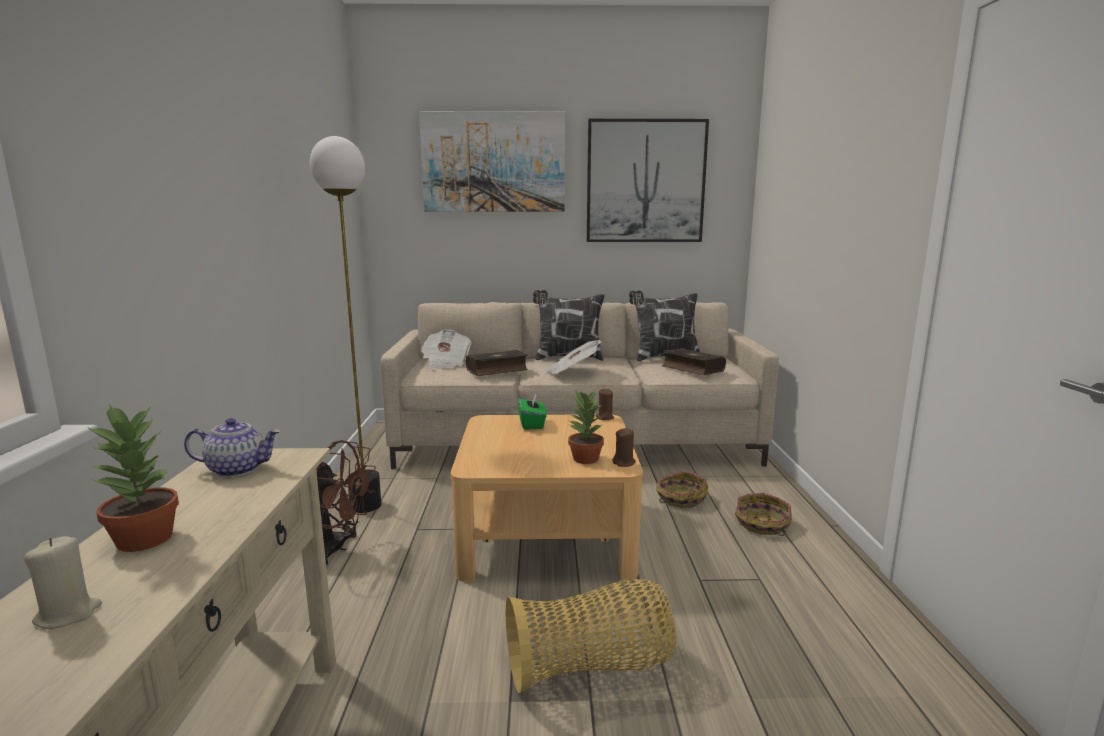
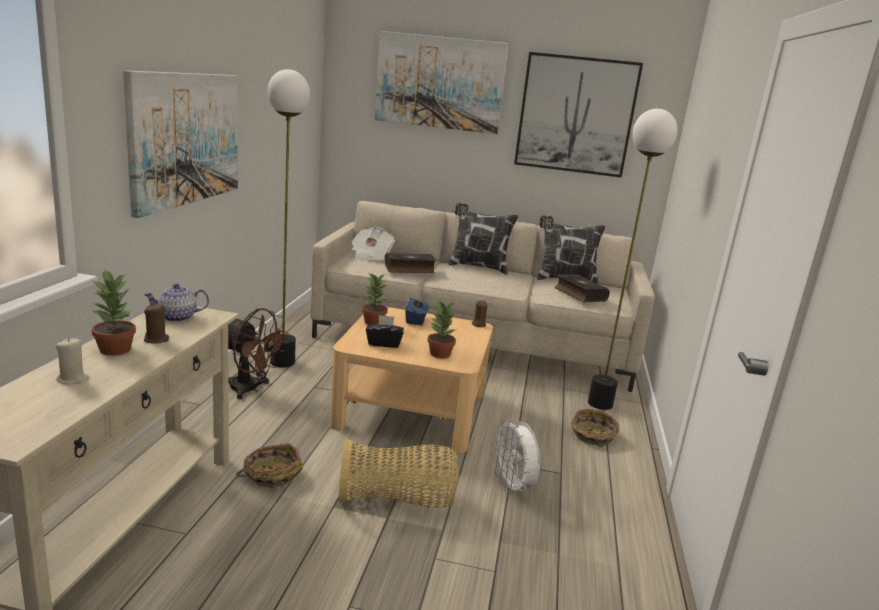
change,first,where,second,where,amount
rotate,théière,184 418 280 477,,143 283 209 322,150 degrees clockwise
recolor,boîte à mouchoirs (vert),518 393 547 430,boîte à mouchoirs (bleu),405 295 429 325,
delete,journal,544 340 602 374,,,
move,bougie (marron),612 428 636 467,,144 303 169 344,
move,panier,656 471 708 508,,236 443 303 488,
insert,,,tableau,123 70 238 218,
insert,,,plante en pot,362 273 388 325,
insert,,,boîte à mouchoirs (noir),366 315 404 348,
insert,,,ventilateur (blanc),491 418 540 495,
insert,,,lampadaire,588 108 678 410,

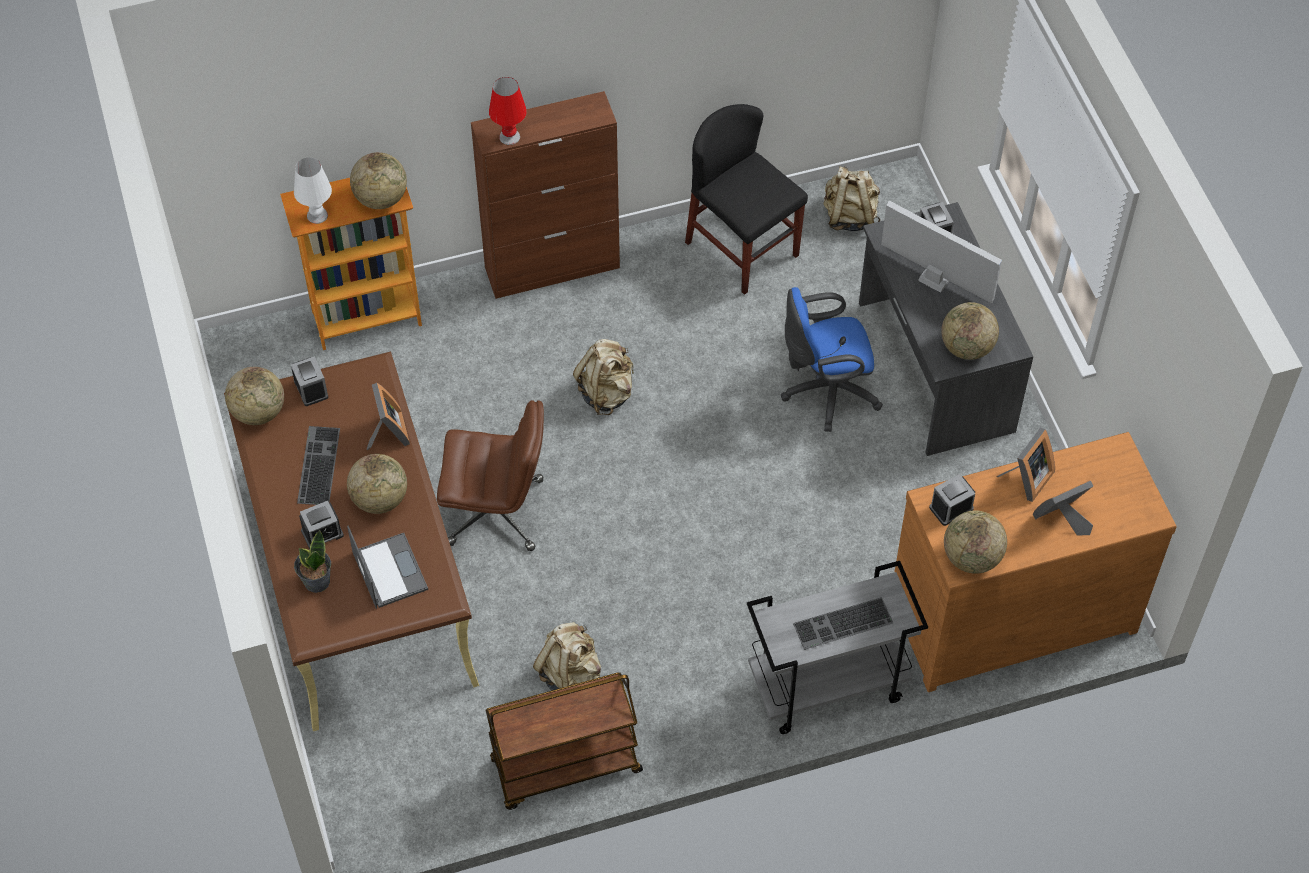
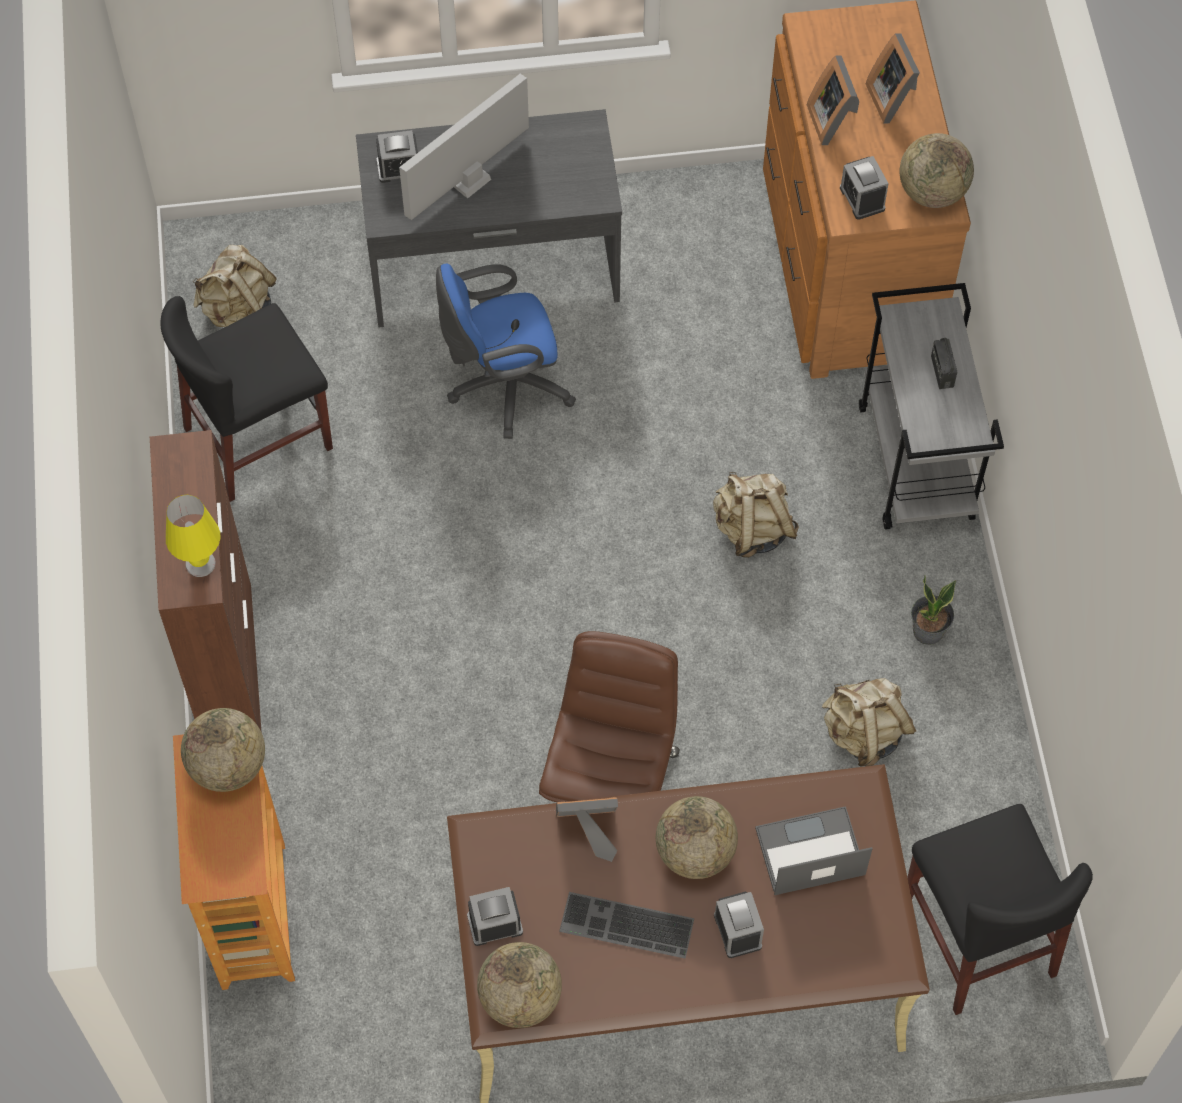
change,first,where,second,where,amount
delete,lampe de table (blanc),294 157 332 224,,,
move,plante en pot,294 530 331 593,,911 575 956 645,
delete,chariot (marron),486 672 643 810,,,
recolor,lampe de table (rouge),489 77 527 145,lampe de table (jaune),166 495 221 577,
move,sac à dos (beige),573 339 634 415,,713 472 799 558,
rotate,chaise de bureau (bleu),781 287 883 432,,436 264 576 439,75 degrees clockwise
replace,clavier,793 597 893 650,radio,931 338 957 389,
delete,globe,941 302 999 360,,,
rotate,cadre photo,996 428 1055 502,,807 55 859 145,150 degrees counterclockwise
insert,,,chaise (noir),907 804 1093 1015,

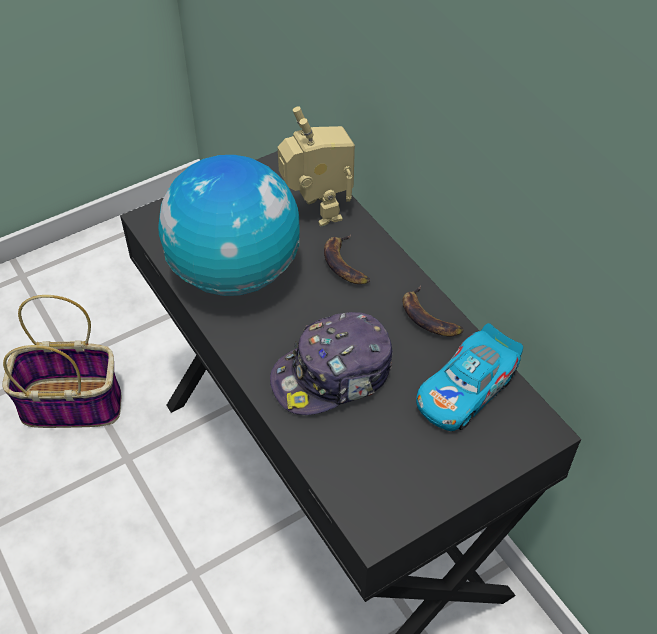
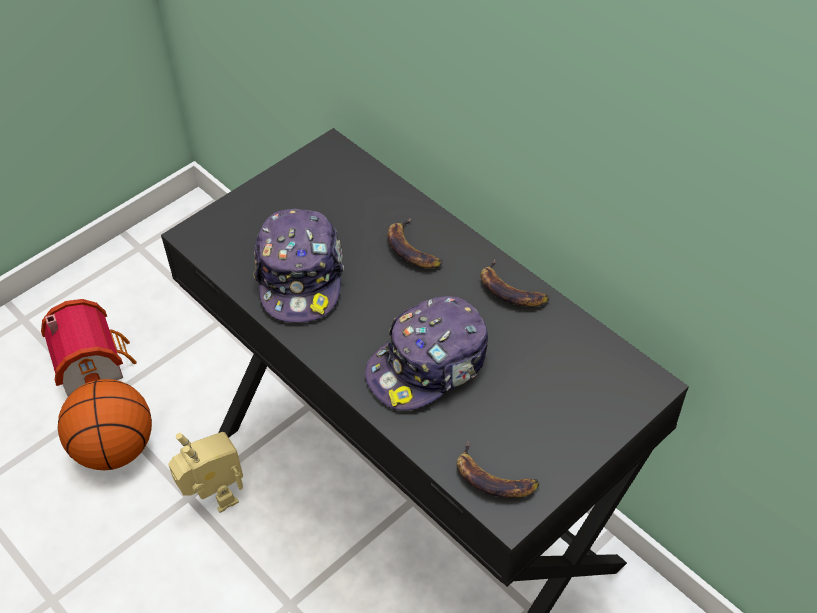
change,first,where,second,where,amount
replace,panier,2 295 121 428,ballon de basket,58 379 152 470,
replace,globe,158 155 300 296,casquette,253 209 344 322,
move,robot jouet,278 107 355 226,,168 432 243 513,
delete,petite voiture,416 323 523 431,,,
insert,,,maison miniature,41 299 137 397,
insert,,,banane,457 440 539 498,

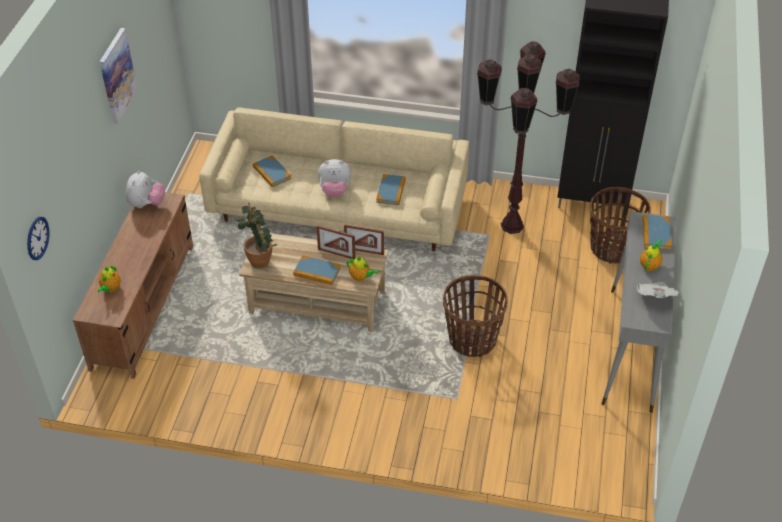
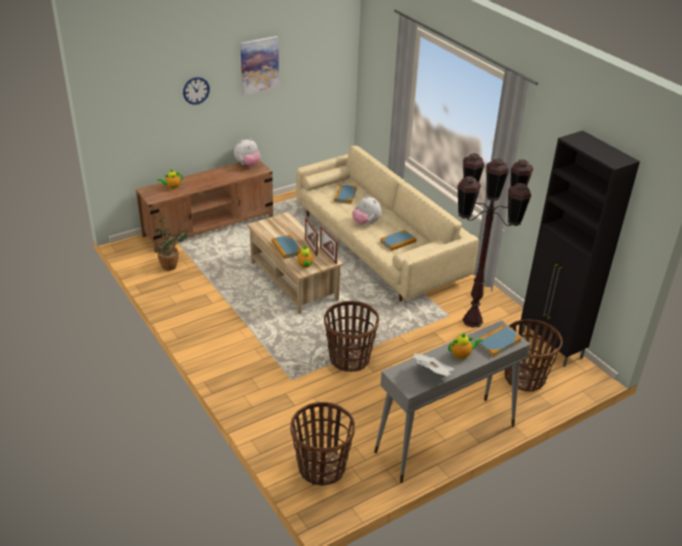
change,first,where,second,where,amount
move,horloge murale,27 217 49 260,,183 77 210 105,
move,plante en pot,237 202 277 269,,155 216 189 271,
insert,,,panier,290 402 355 486,

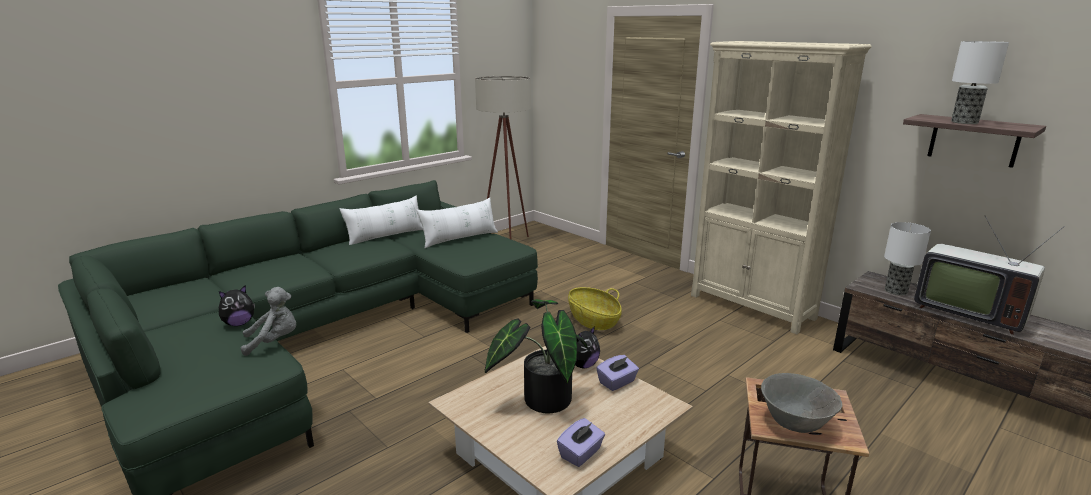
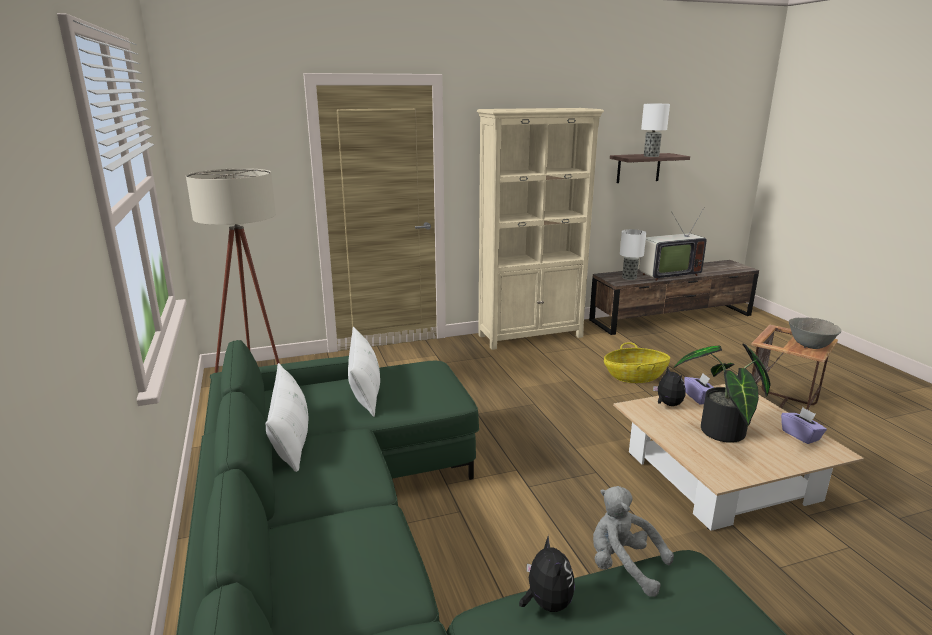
change,first,where,second,where,amount
rotate,peluche (gris),241 287 296 356,,593 486 674 597,60 degrees counterclockwise
move,panier,568 287 622 330,,604 342 670 383,

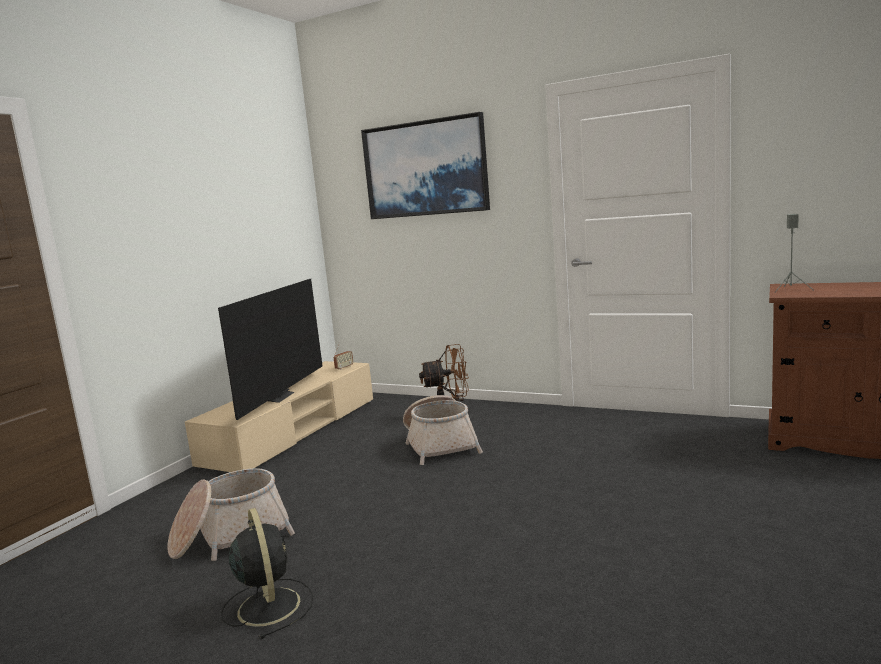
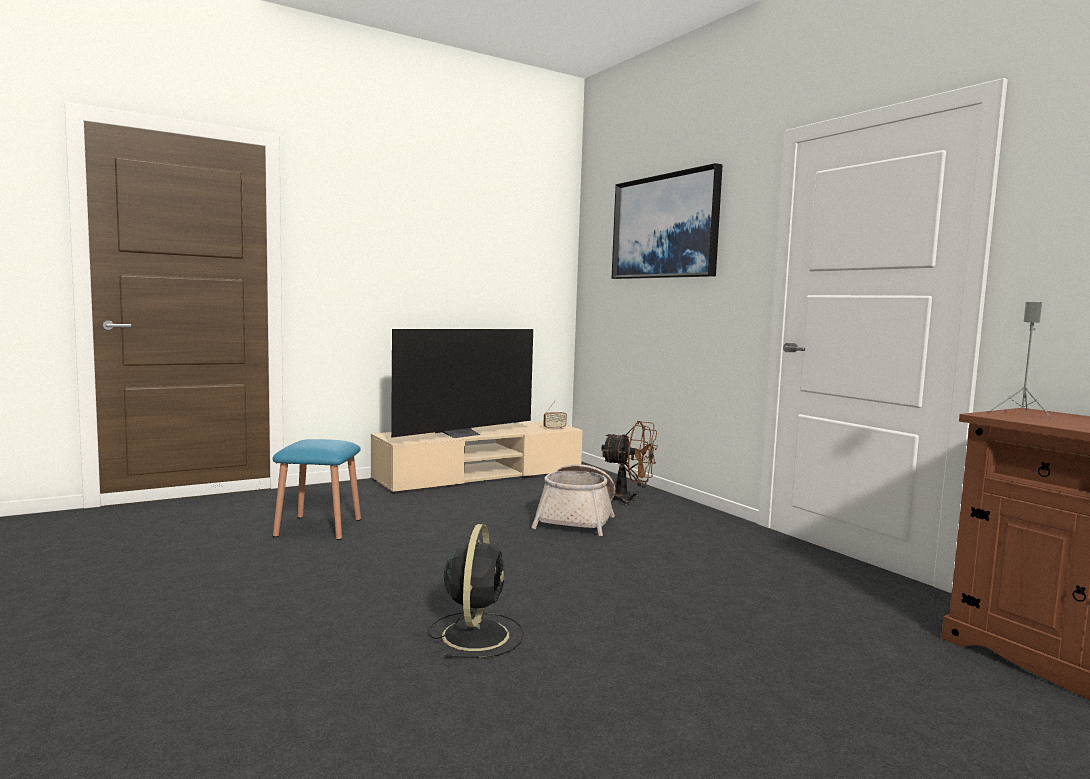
change,first,where,second,where,amount
replace,panier,167 468 295 561,tabouret (bleu),273 439 361 540,
move,ventilateur (noir),221 508 313 639,,429 524 524 659,

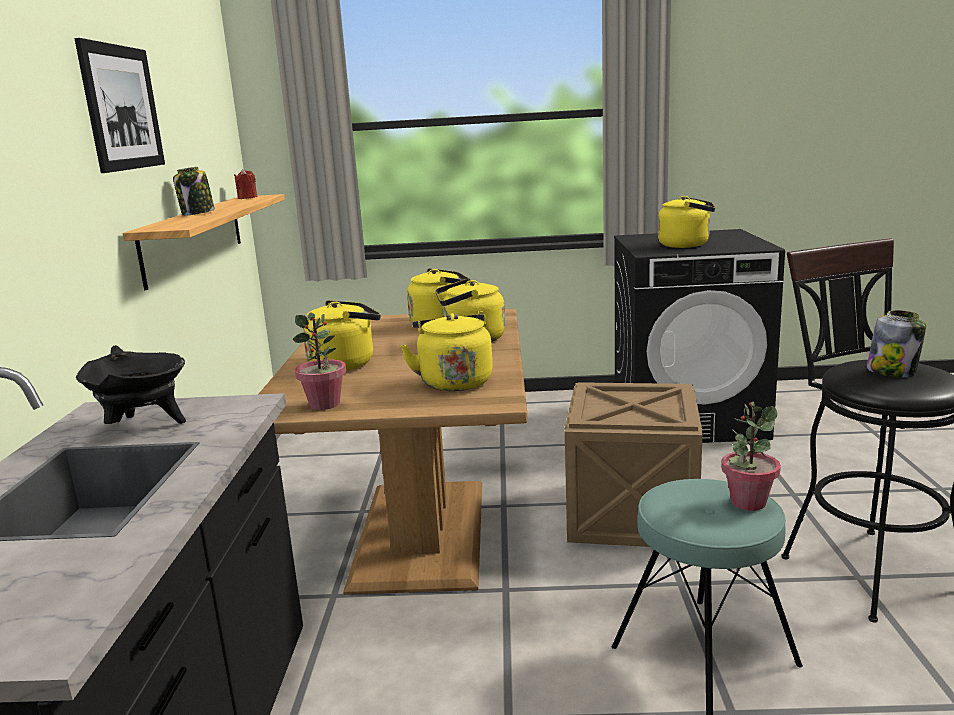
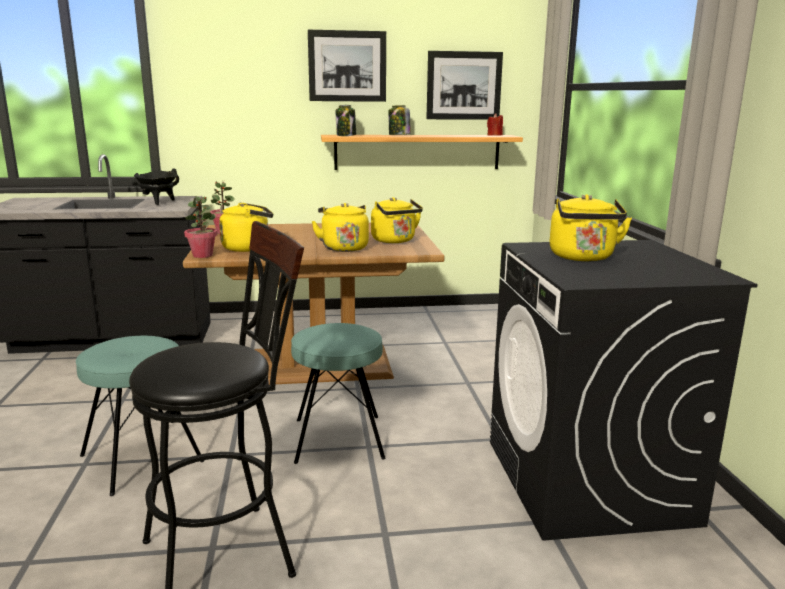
change,first,where,second,where,amount
delete,bouilloire (jaune),303 300 381 371,,,
replace,caisse,565 382 703 547,tabouret (turquoise),291 323 386 464,
move,plante en pot,721 402 781 511,,184 196 217 258,
move,bocal,867 310 926 377,,336 105 356 136,
insert,,,tableau,426 51 503 120,

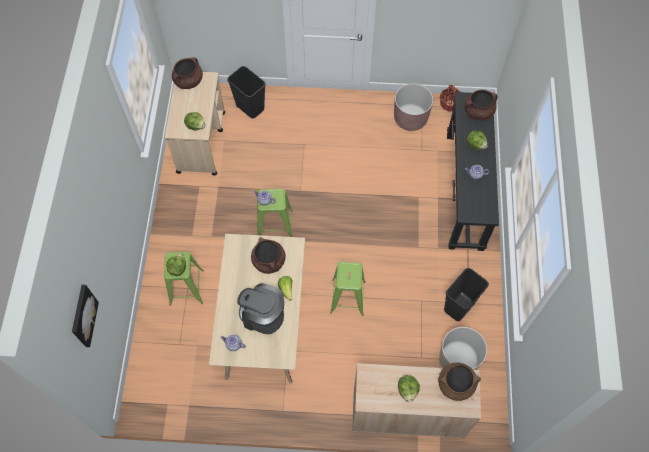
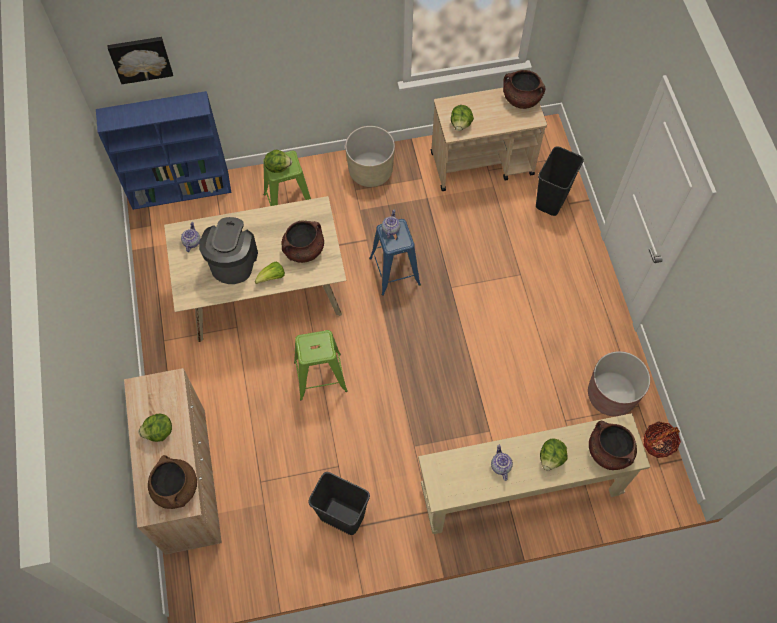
change,first,where,second,where,amount
recolor,tabouret (vert),257 189 292 237,tabouret (bleu),369 219 421 296,
move,cache-pot (beige),439 327 487 370,,345 126 395 187,
recolor,table console (noir),447 92 499 251,table console (beige),418 413 650 534,
insert,,,bibliothèque (bleu),96 91 231 210,

